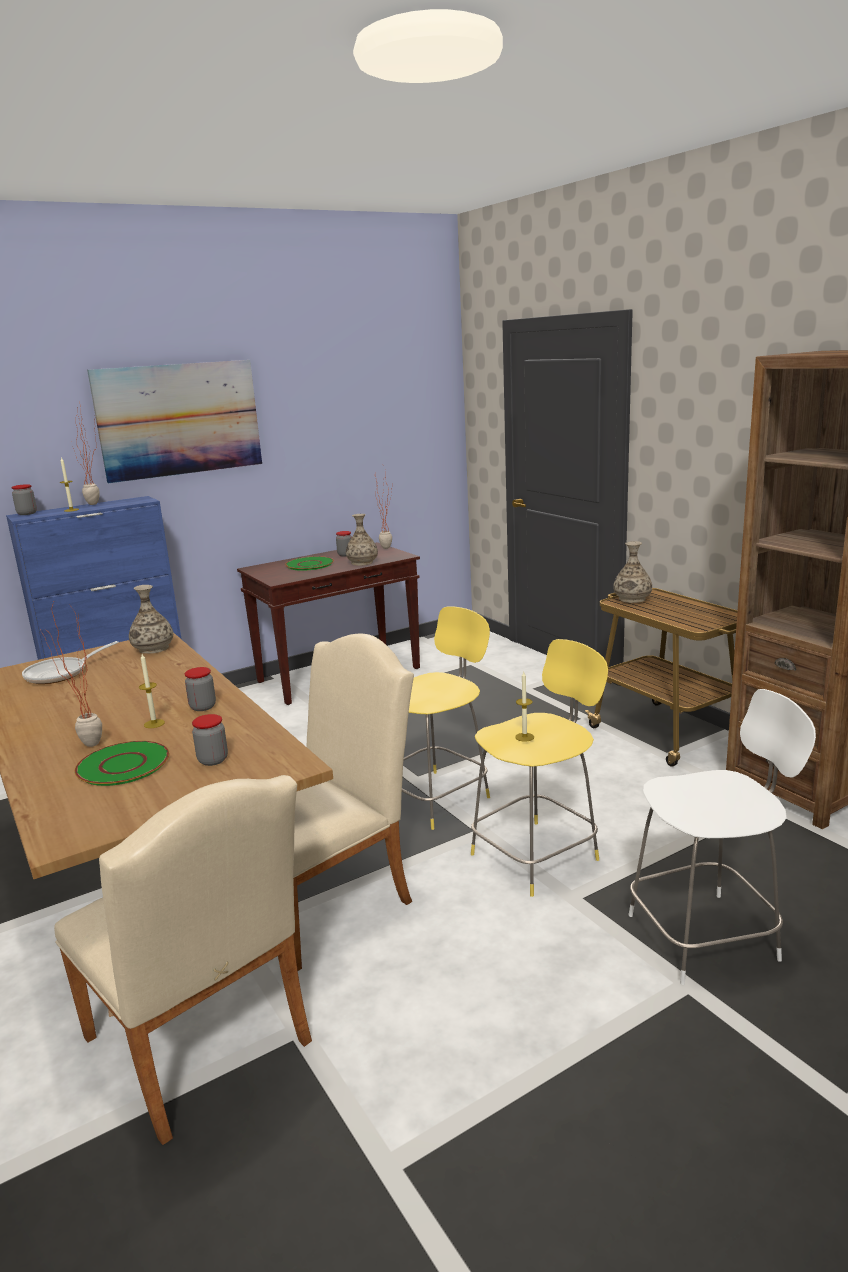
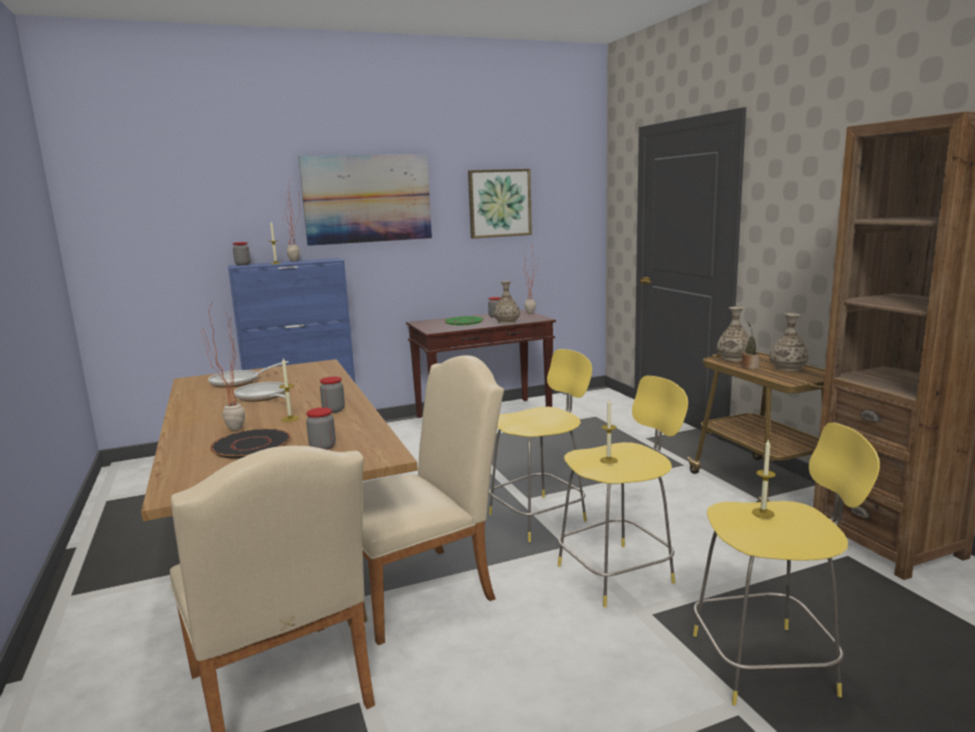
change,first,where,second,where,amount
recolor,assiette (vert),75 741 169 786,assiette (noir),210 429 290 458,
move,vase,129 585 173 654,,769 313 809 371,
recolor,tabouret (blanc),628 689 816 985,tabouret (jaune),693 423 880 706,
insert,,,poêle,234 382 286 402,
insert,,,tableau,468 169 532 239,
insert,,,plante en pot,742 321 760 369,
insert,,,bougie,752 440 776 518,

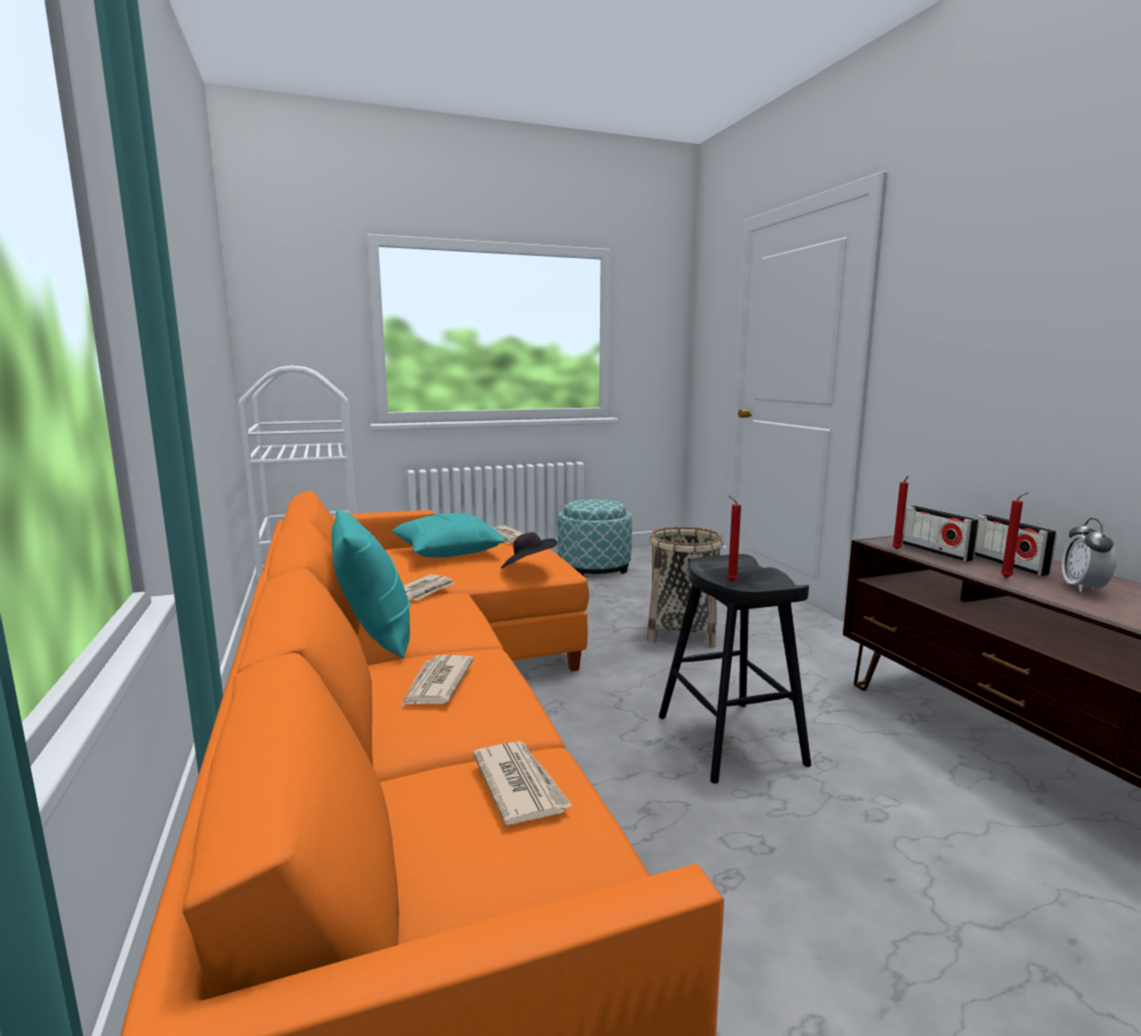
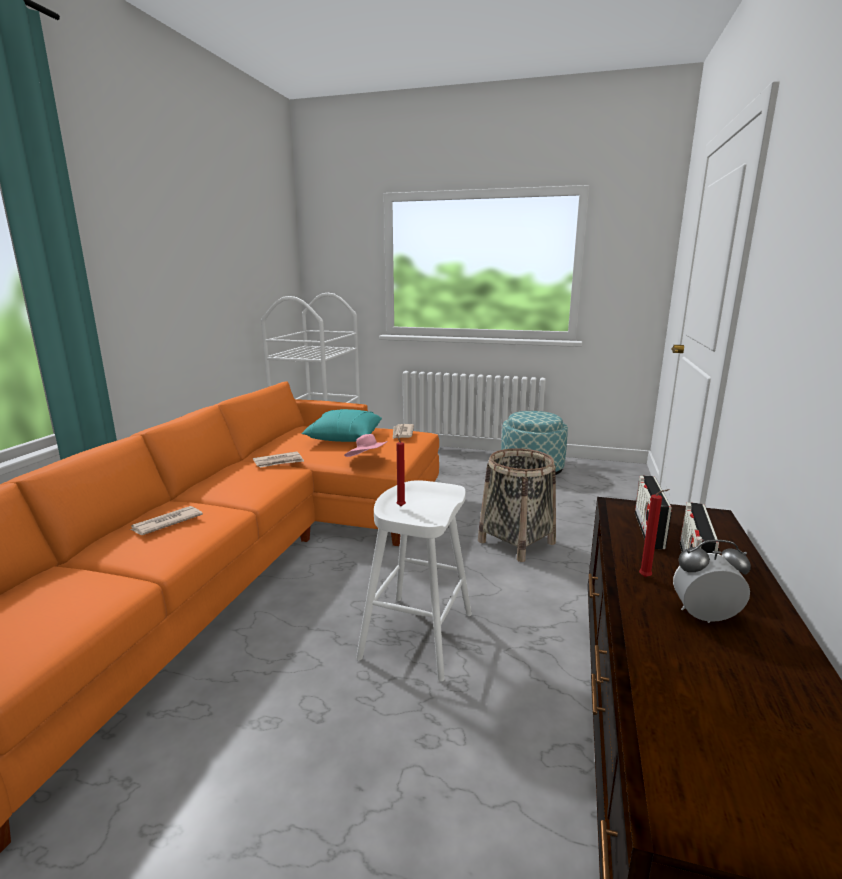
change,first,where,second,where,amount
delete,coussin (turquoise),331 509 410 659,,,
delete,journal,473 741 572 825,,,
recolor,chapeau (noir),501 532 557 568,chapeau (rose),344 434 388 457,
recolor,tabouret (noir),659 554 811 784,tabouret (blanc),356 480 472 681,
delete,bougie (rouge),892 476 908 549,,,
rotate,réveil,1062 518 1117 593,,673 540 751 623,45 degrees clockwise

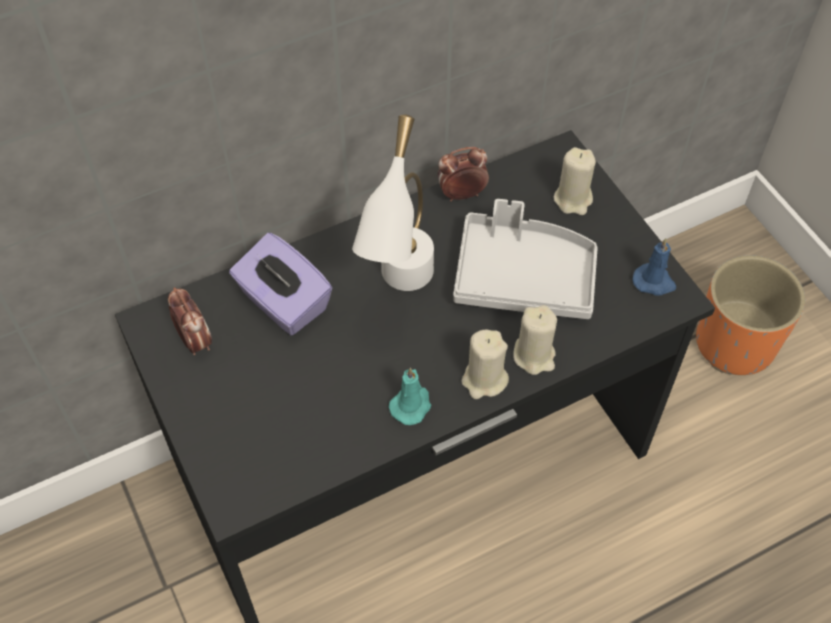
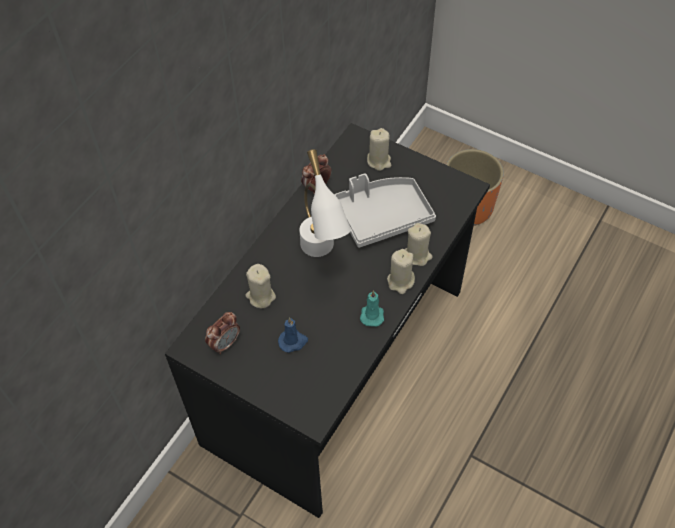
change,first,where,second,where,amount
rotate,réveil,168 287 212 355,,205 312 240 354,105 degrees clockwise
replace,boîte à mouchoirs (violet),229 233 333 335,bougie (beige),246 264 276 308,
move,bougie (bleu),632 238 676 296,,278 317 308 353,

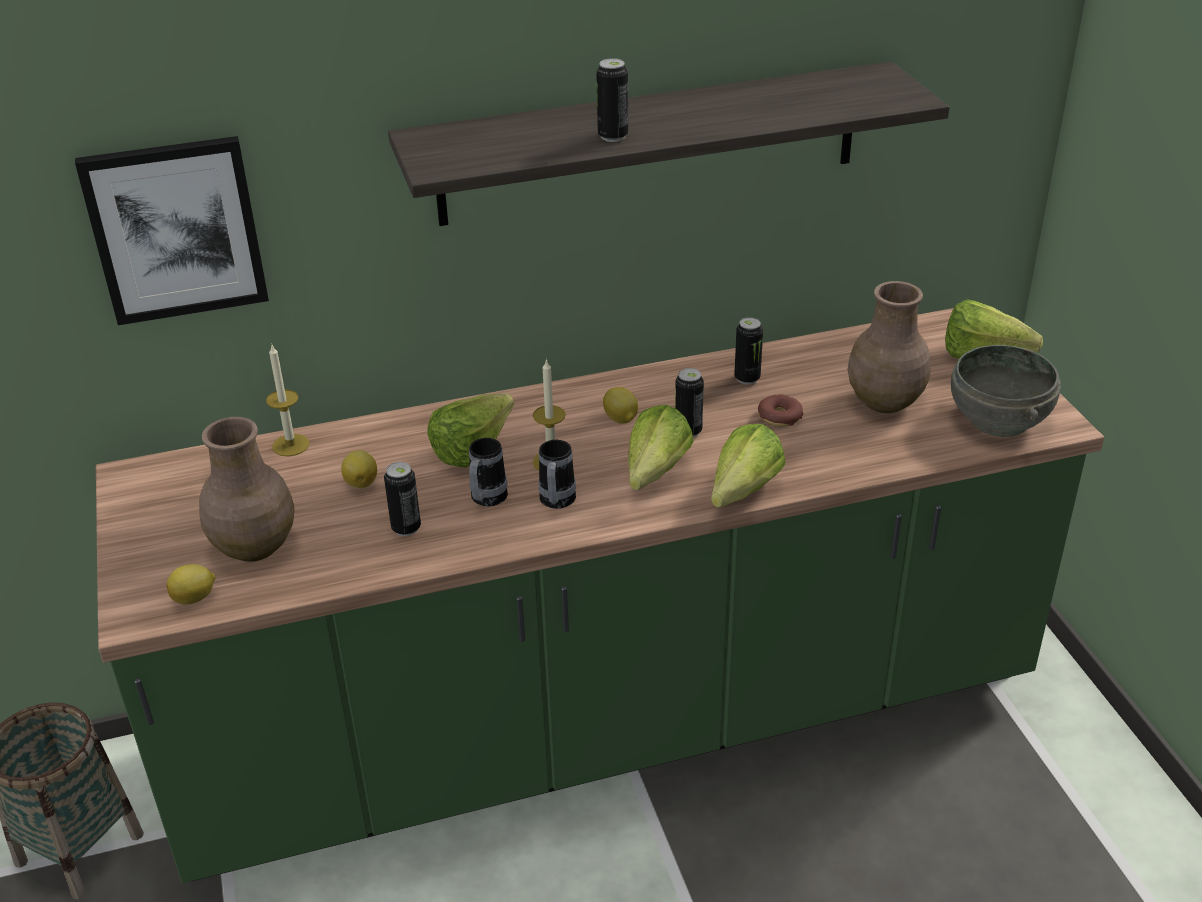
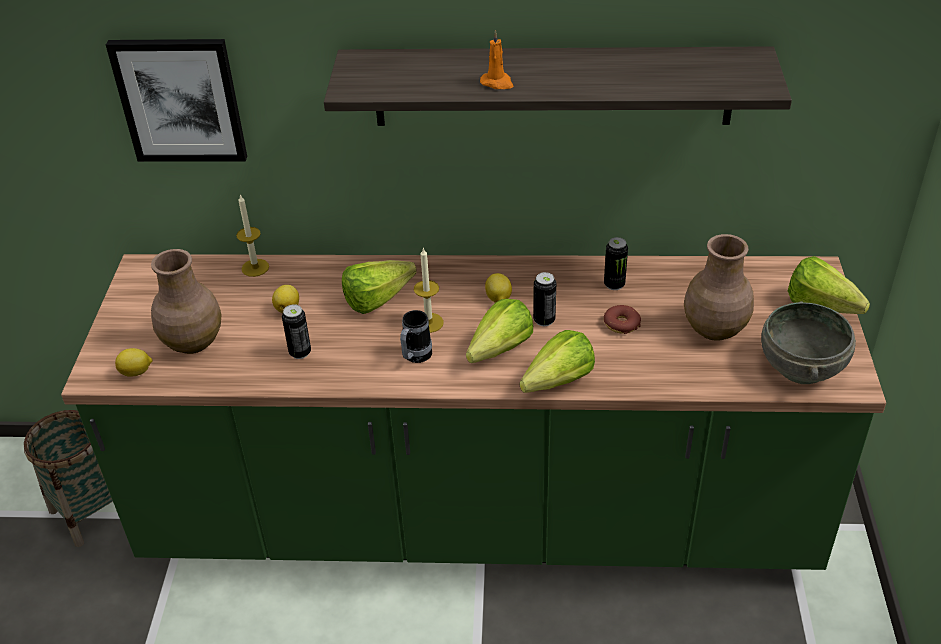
change,first,where,second,where,amount
delete,mug,469 438 508 506,,,
replace,boîte métallique,596 58 628 142,bougie (orange),480 30 513 89,

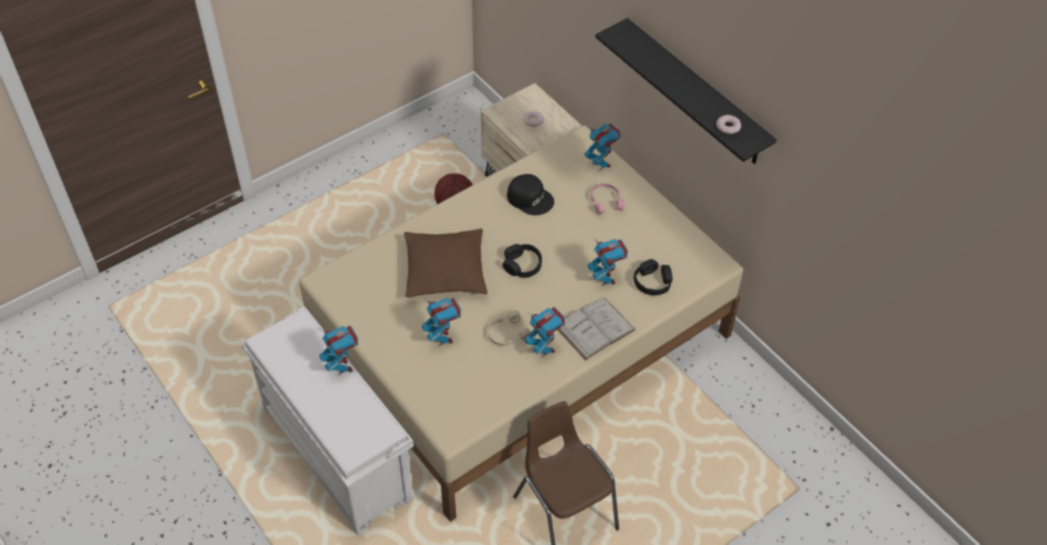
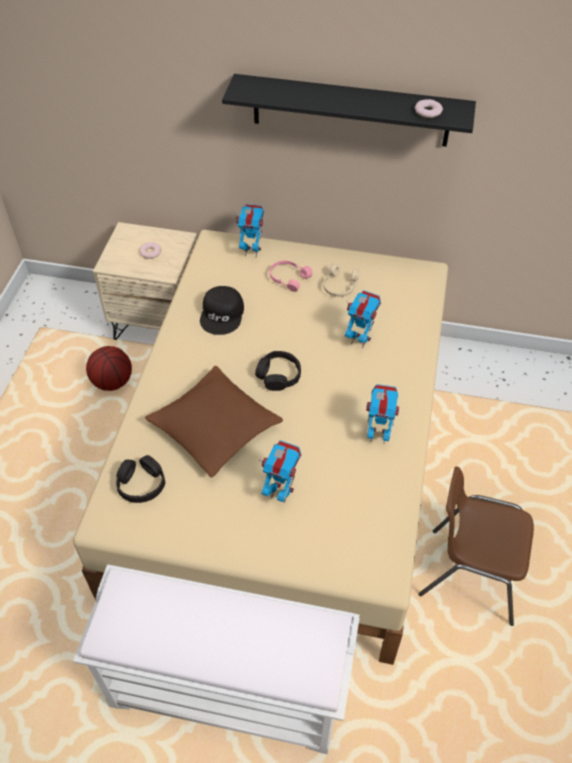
change,first,where,second,where,amount
delete,robot jouet,319 325 358 375,,,
move,casque audio (beige),488 310 531 346,,323 264 360 297,
rotate,casquette (noir),507 174 554 215,,200 286 244 335,105 degrees clockwise
delete,livre (blanc),558 298 636 360,,,
move,casque audio (noir),634 259 673 295,,116 455 165 503,

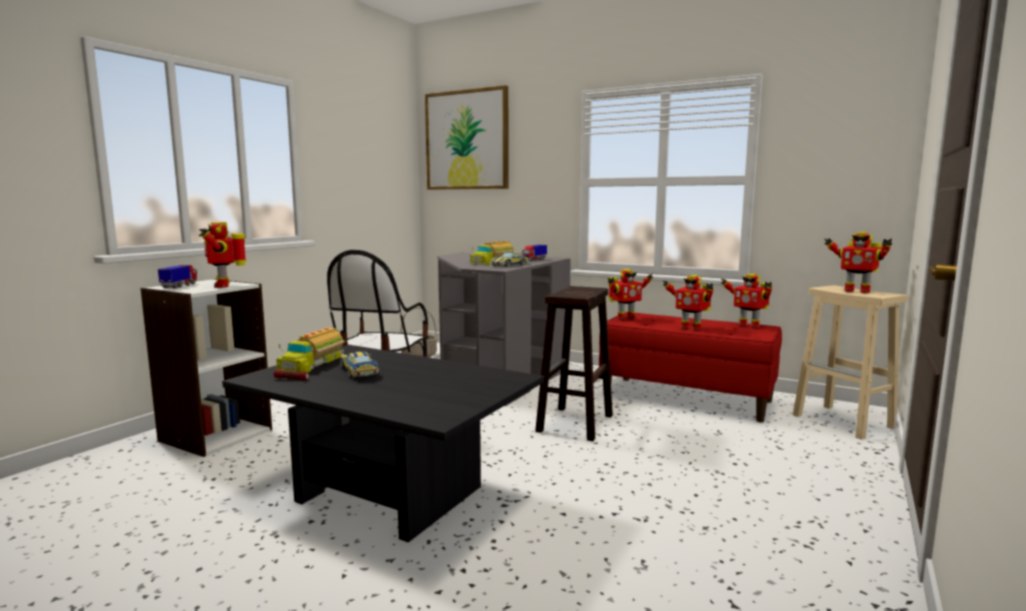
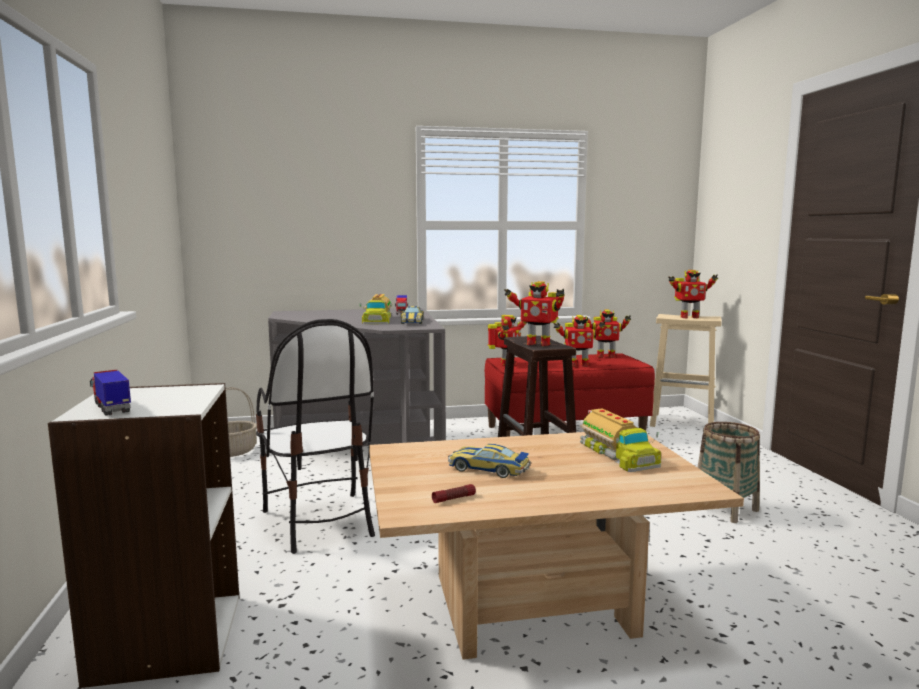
change,first,where,second,where,amount
move,robot jouet,199 222 247 288,,504 281 565 346,
recolor,table basse (noir),222 345 544 542,table basse (beige),369 432 744 660,
move,camion jouet,276 328 345 372,,580 408 661 472,
delete,tableau,425 85 508 190,,,
insert,,,panier,697 422 760 523,

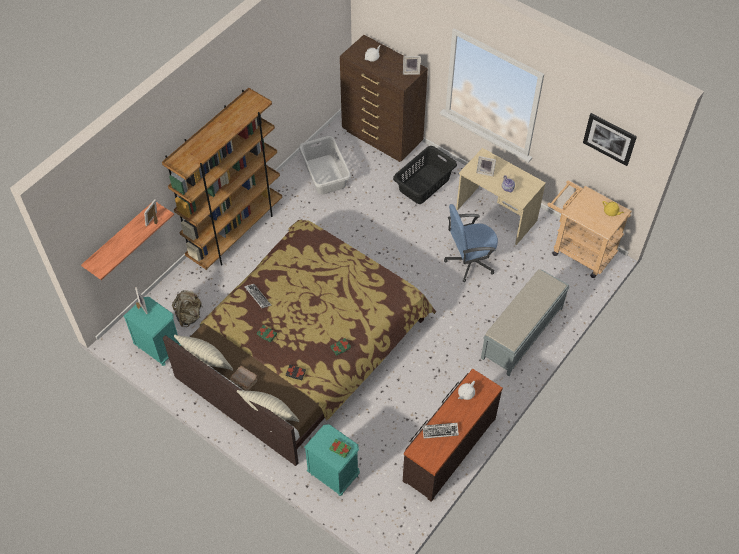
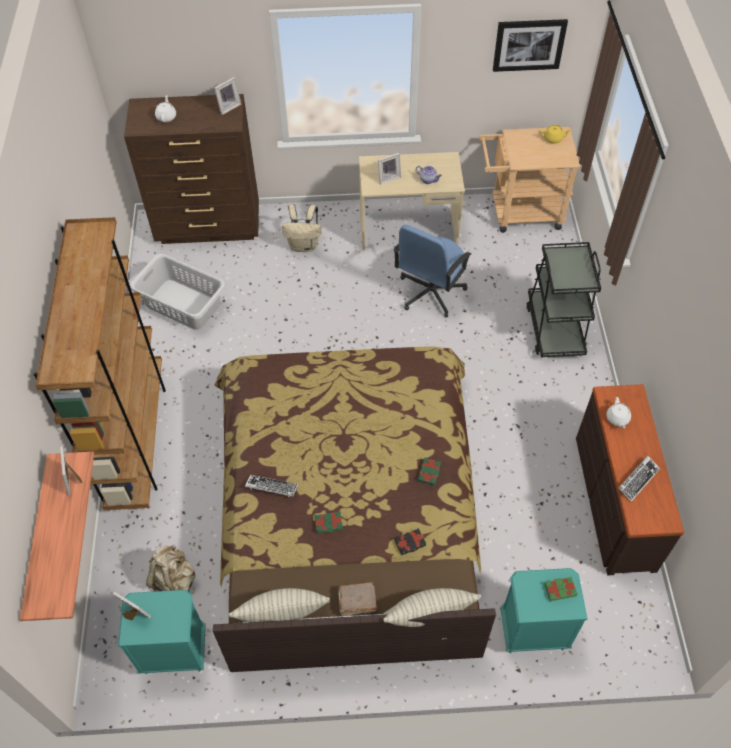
change,first,where,second,where,amount
replace,panier à linge (noir),393 146 457 204,sac à dos (beige),282 204 321 252,
replace,banc (gris),481 269 570 376,chariot (noir),526 242 601 357,

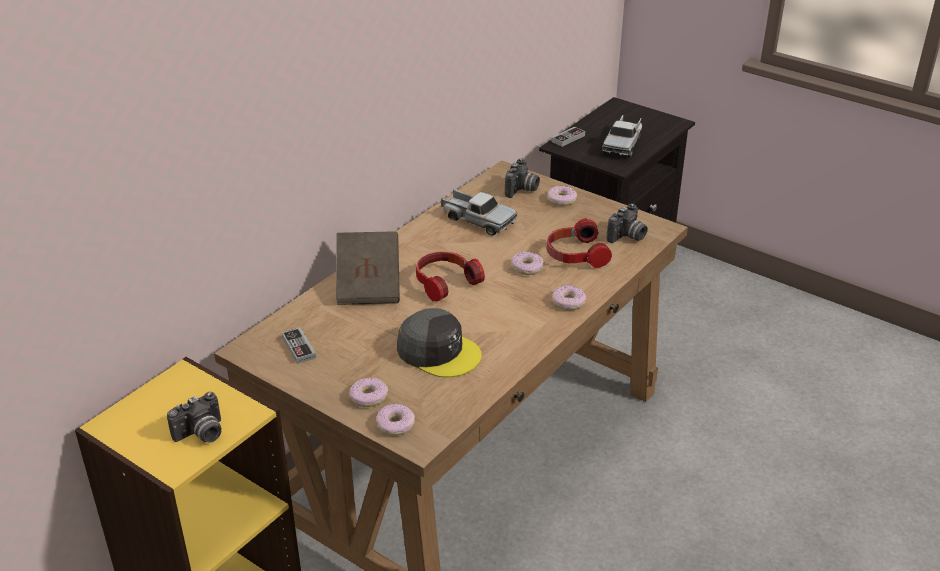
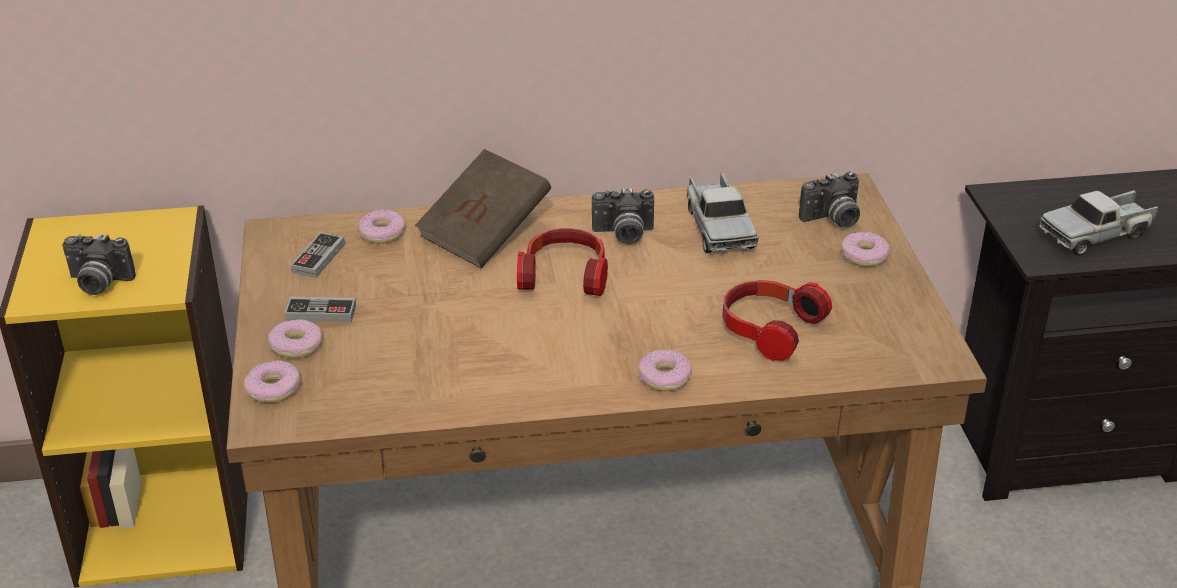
change,first,where,second,where,amount
delete,casquette (gris),397 308 482 377,,,
move,beignet,511 251 544 275,,358 209 406 244,
move,manette,551 127 585 147,,284 296 356 322,
move,appareil photo,607 204 648 243,,592 188 654 245,

